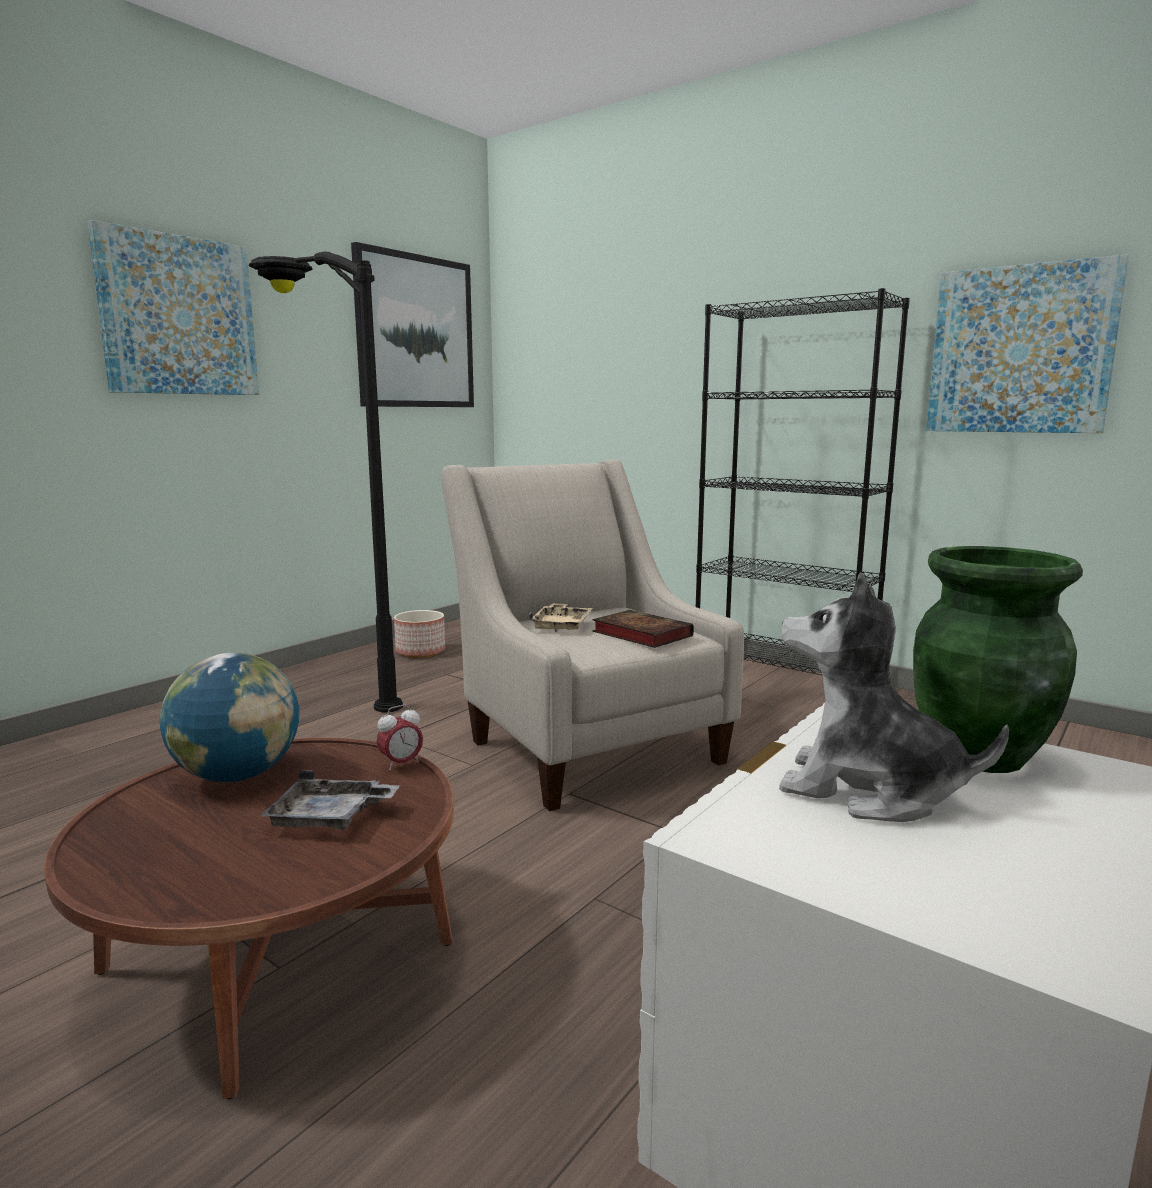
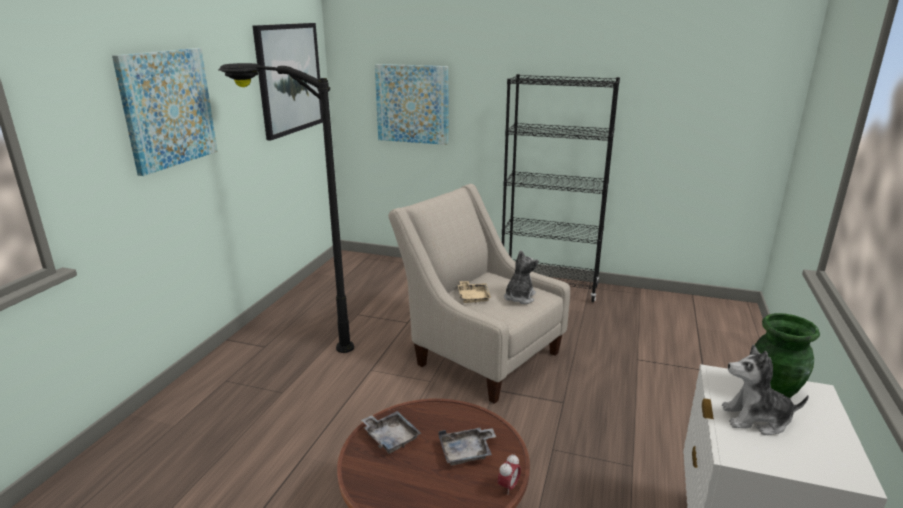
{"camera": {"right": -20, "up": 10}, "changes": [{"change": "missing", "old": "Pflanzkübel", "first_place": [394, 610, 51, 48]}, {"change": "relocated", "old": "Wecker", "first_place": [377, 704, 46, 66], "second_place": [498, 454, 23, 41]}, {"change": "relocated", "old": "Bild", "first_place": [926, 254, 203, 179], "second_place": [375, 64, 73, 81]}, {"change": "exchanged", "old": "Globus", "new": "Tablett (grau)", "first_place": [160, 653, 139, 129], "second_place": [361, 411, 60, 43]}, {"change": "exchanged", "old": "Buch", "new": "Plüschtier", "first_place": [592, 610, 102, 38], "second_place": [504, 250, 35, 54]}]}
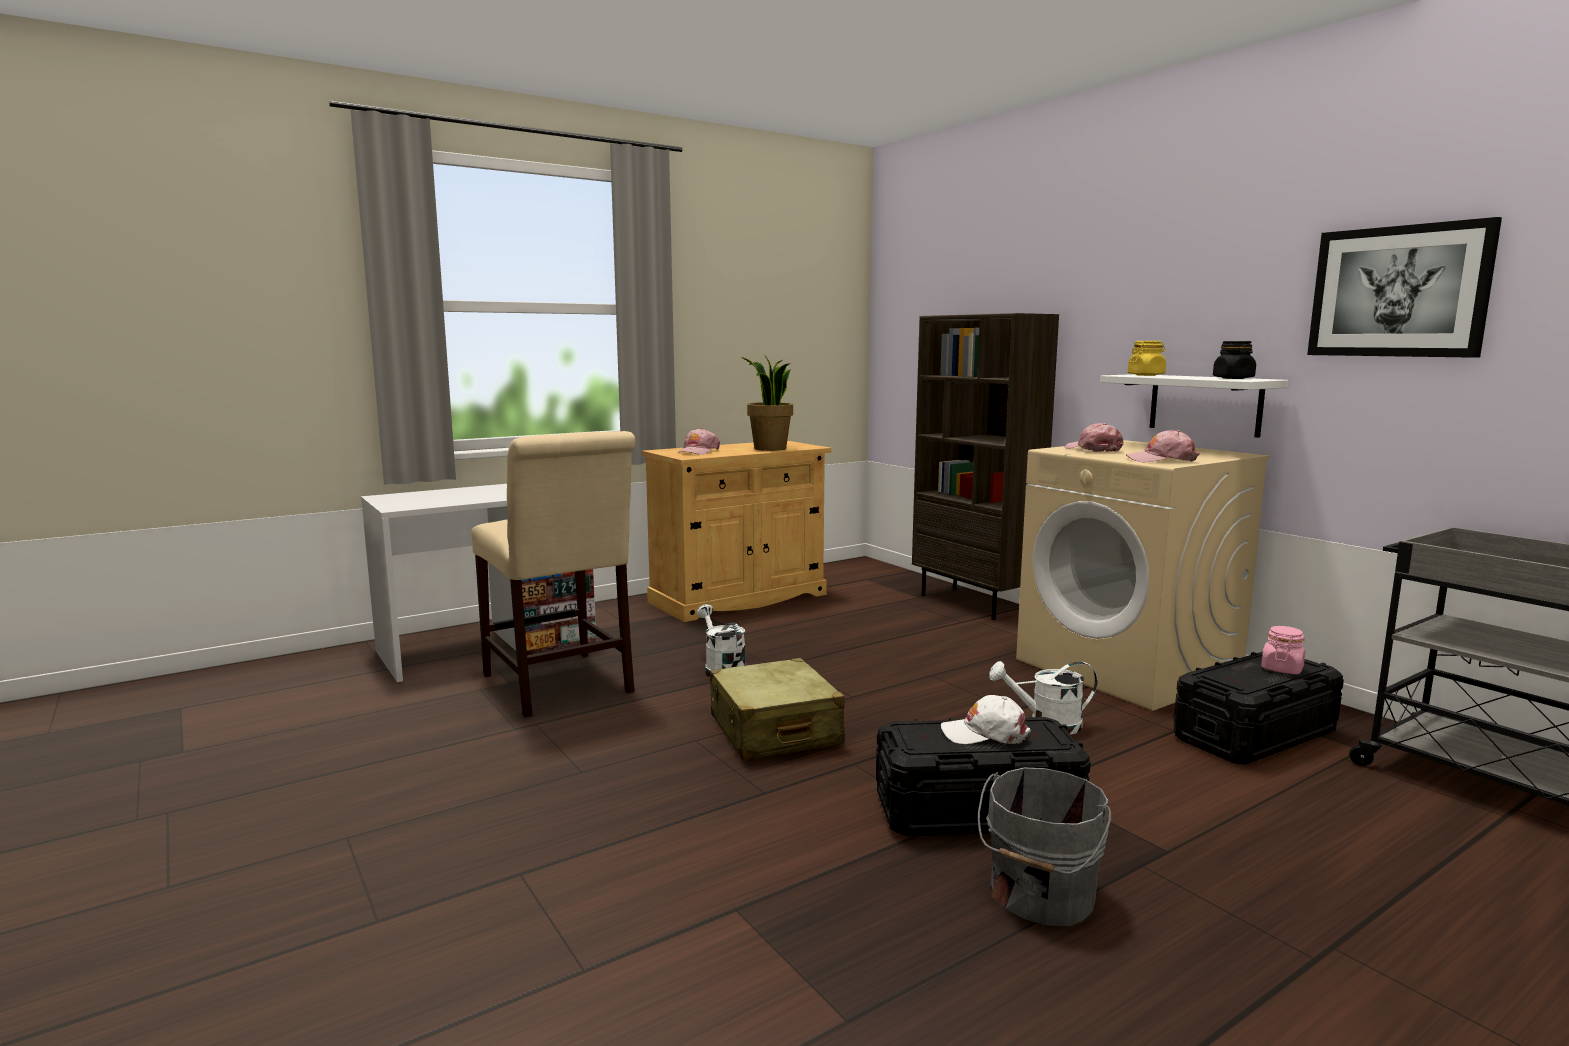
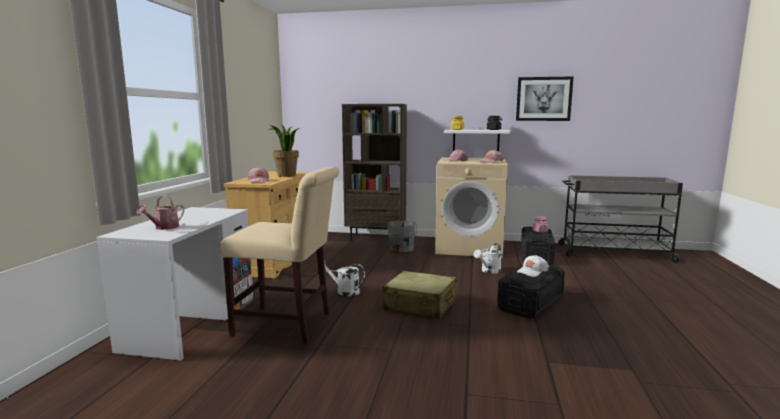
{"camera": {"right": -45, "up": 0}, "changes": [{"change": "appeared", "new": "Gießkanne", "second_place": [137, 195, 47, 35]}, {"change": "relocated", "old": "Eimer (grau)", "first_place": [978, 768, 133, 158], "second_place": [387, 221, 30, 31]}]}
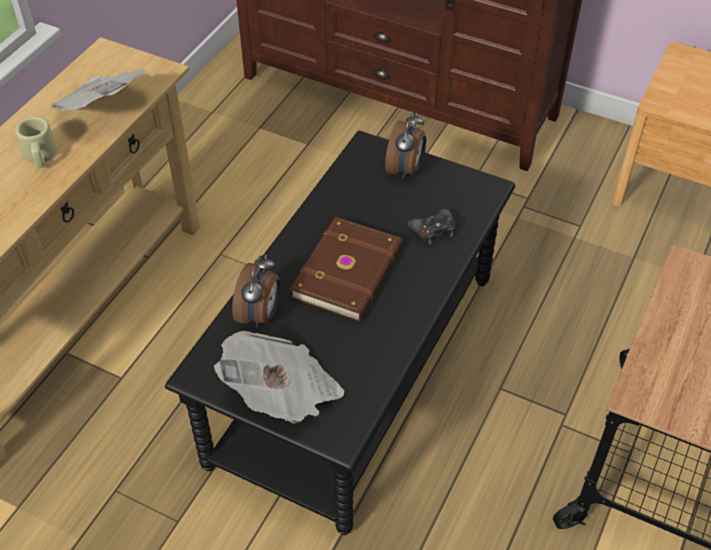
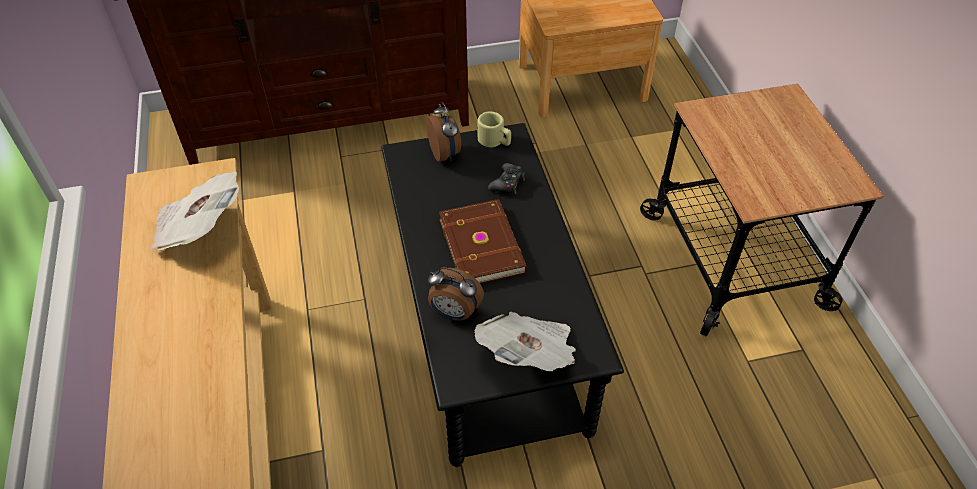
{"camera": {"right": -40, "up": 0}, "changes": [{"change": "relocated", "old": "Henkelbecher (beige)", "first_place": [15, 117, 41, 51], "second_place": [477, 111, 34, 36]}, {"change": "spun", "old": "Wecker", "first_place": [232, 254, 49, 74], "second_place": [427, 267, 57, 54], "degrees": 135}]}
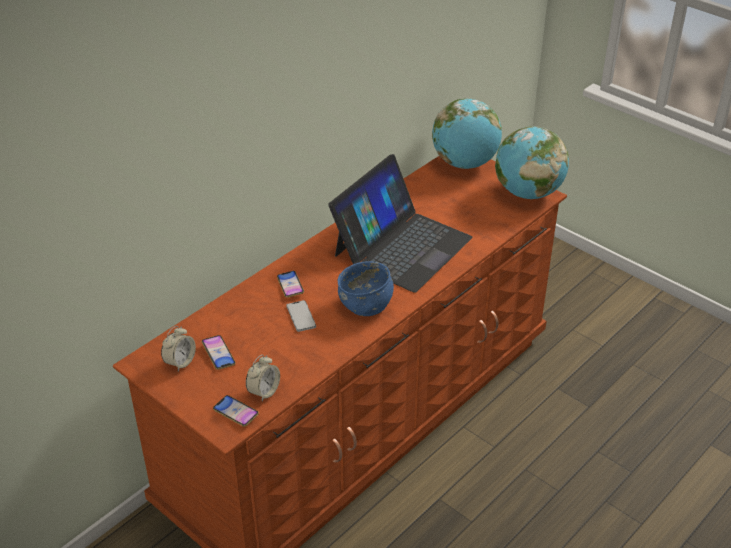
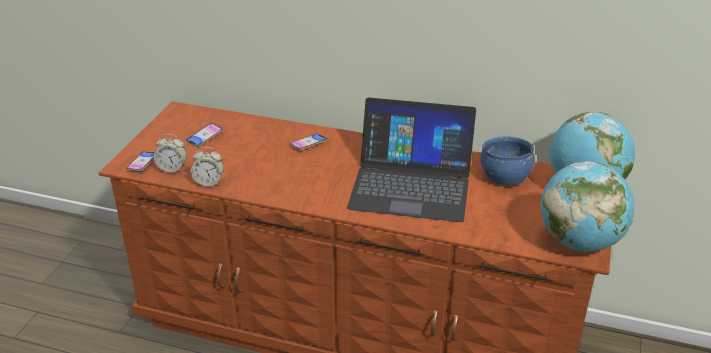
{"camera": {"right": 65, "up": -5}, "changes": [{"change": "missing", "old": "Handy", "first_place": [287, 300, 29, 32]}, {"change": "relocated", "old": "Wecker", "first_place": [161, 326, 35, 45], "second_place": [191, 147, 33, 40]}, {"change": "relocated", "old": "Schüssel (blau)", "first_place": [338, 261, 56, 55], "second_place": [480, 136, 55, 49]}]}
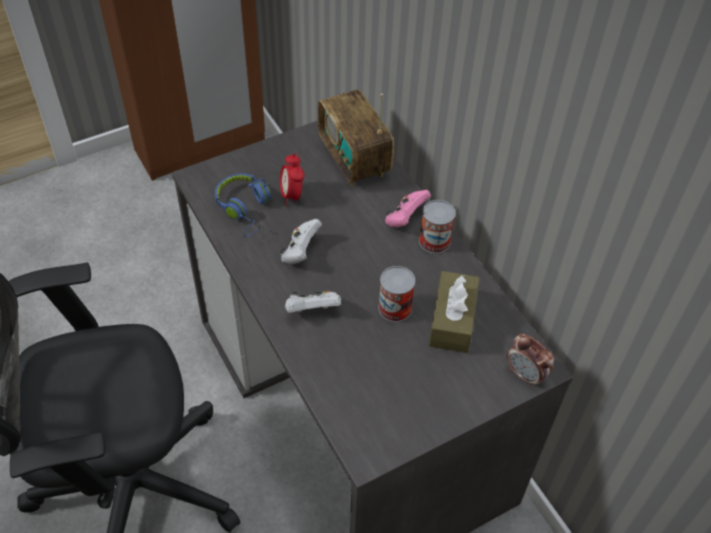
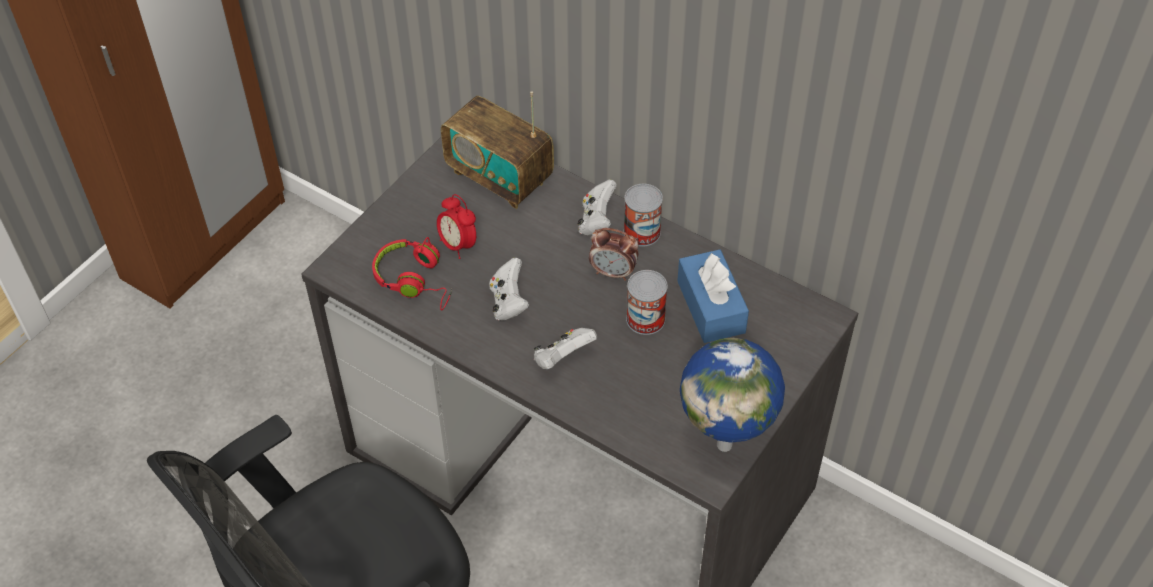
{"camera": {"right": -25, "up": 0}, "changes": [{"change": "appeared", "new": "Globus", "second_place": [680, 338, 105, 114]}, {"change": "relocated", "old": "Wecker", "first_place": [507, 334, 47, 53], "second_place": [589, 228, 49, 53]}, {"change": "colour", "old": "Kopfhörer (blau)", "new": "Kopfhörer (rot)", "first_place": [215, 173, 56, 64], "second_place": [372, 237, 80, 73]}, {"change": "colour", "old": "Gamepad (rosa)", "new": "Gamepad (weiß)", "first_place": [385, 190, 46, 38], "second_place": [577, 180, 40, 55]}, {"change": "colour", "old": "Taschentuchbox (braun)", "new": "Taschentuchbox (blau)", "first_place": [429, 271, 51, 82], "second_place": [677, 249, 72, 94]}]}
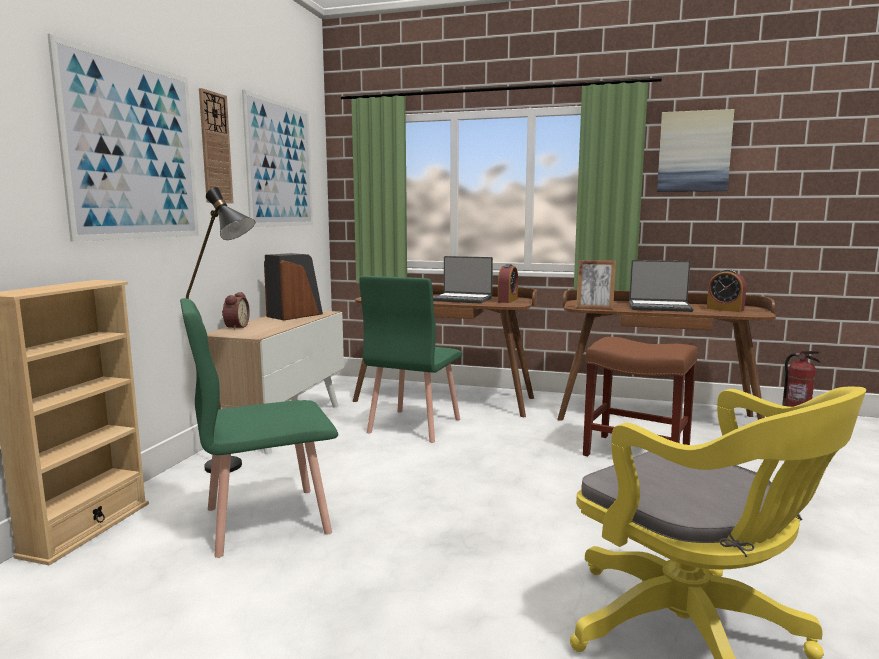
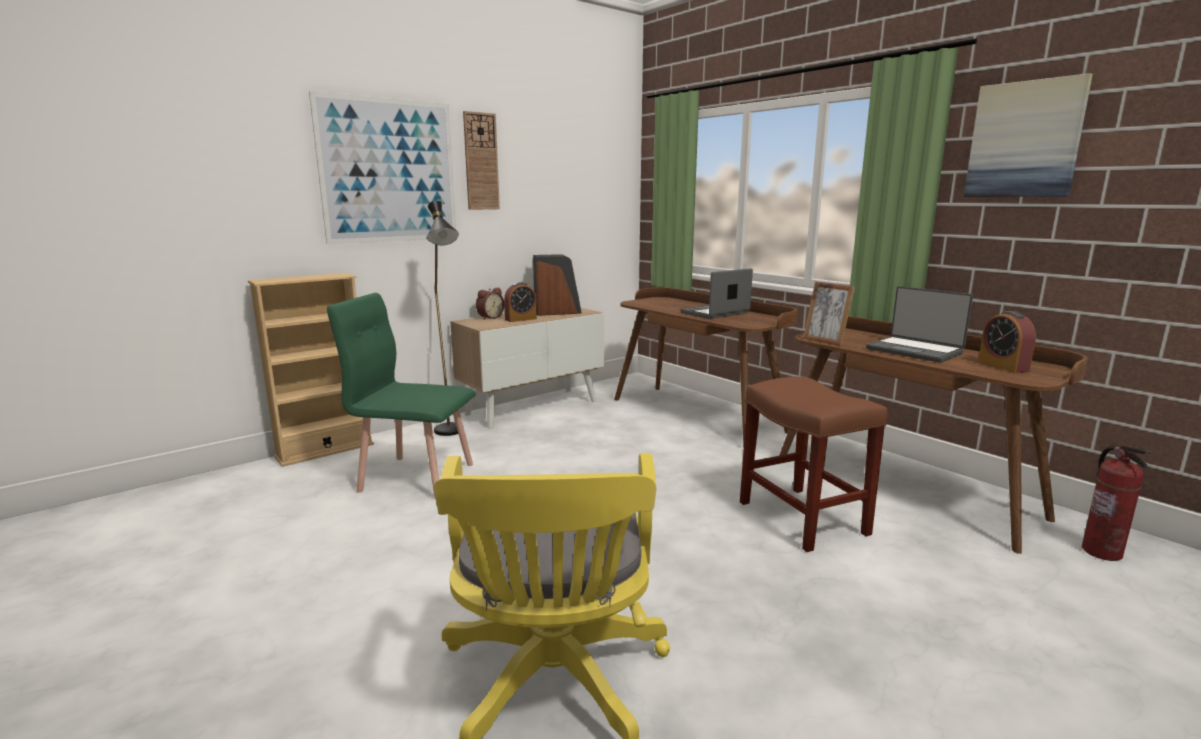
{"camera": {"right": 35, "up": 5}, "changes": [{"change": "missing", "old": "Bild", "first_place": [242, 89, 71, 138]}, {"change": "missing", "old": "Stuhl (grün)", "first_place": [359, 276, 103, 167]}, {"change": "relocated", "old": "Wecker", "first_place": [498, 264, 20, 39], "second_place": [504, 282, 33, 40]}, {"change": "spun", "old": "Laptop", "first_place": [433, 256, 60, 48], "second_place": [680, 268, 73, 51], "degrees": 90}]}
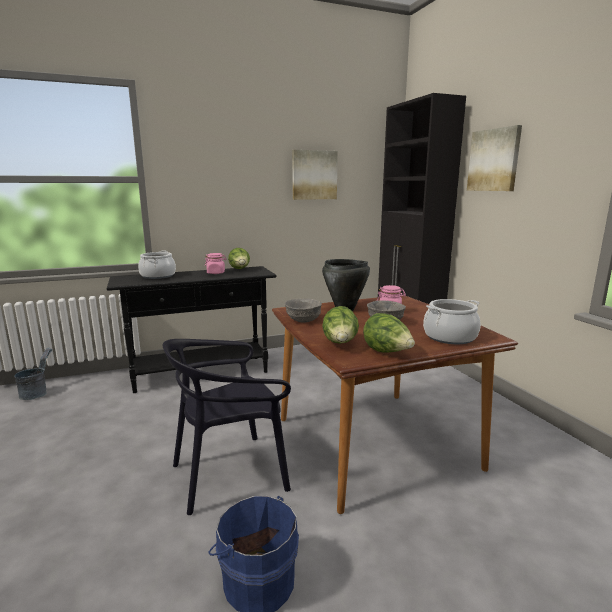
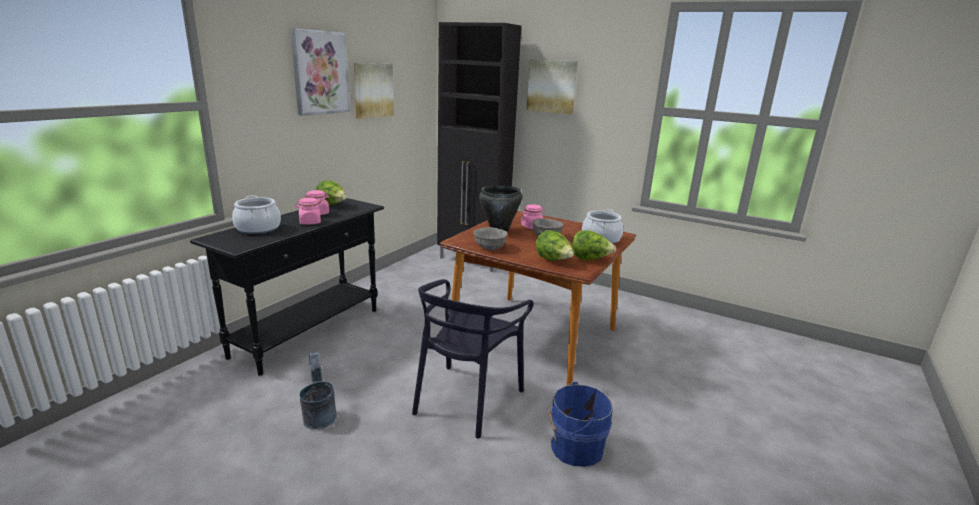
{"camera": {"right": -40, "up": 5}, "changes": [{"change": "appeared", "new": "Bild", "second_place": [290, 28, 60, 88]}, {"change": "appeared", "new": "Vorratsglas (rosa)", "second_place": [295, 198, 28, 27]}, {"change": "relocated", "old": "Eimer (grau)", "first_place": [14, 348, 39, 52], "second_place": [299, 352, 38, 77]}]}
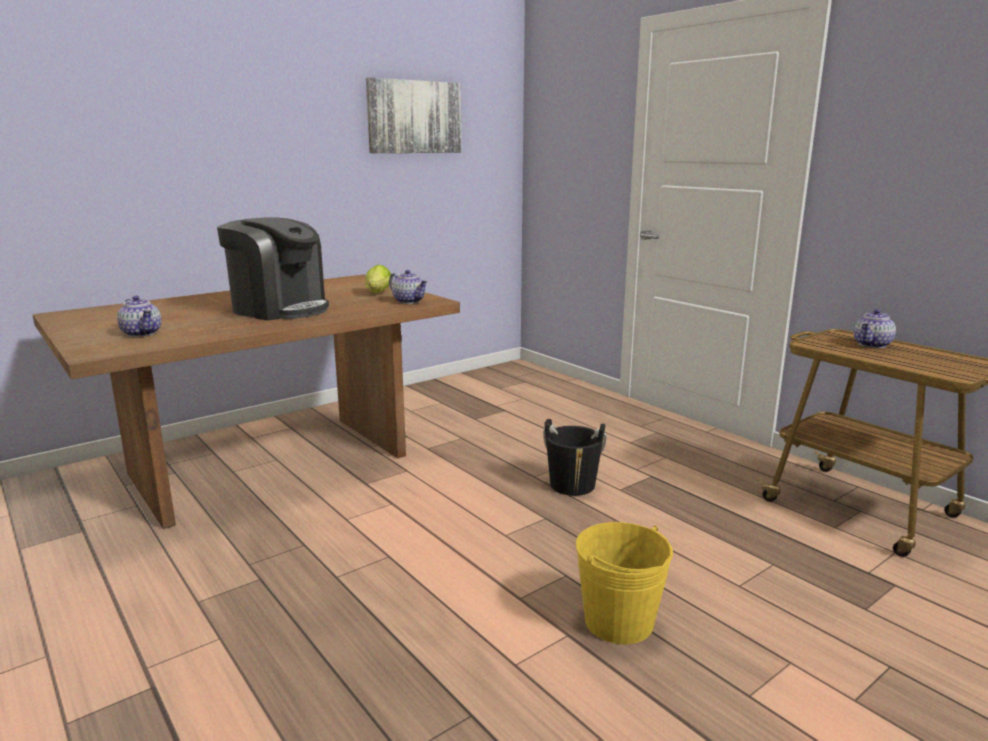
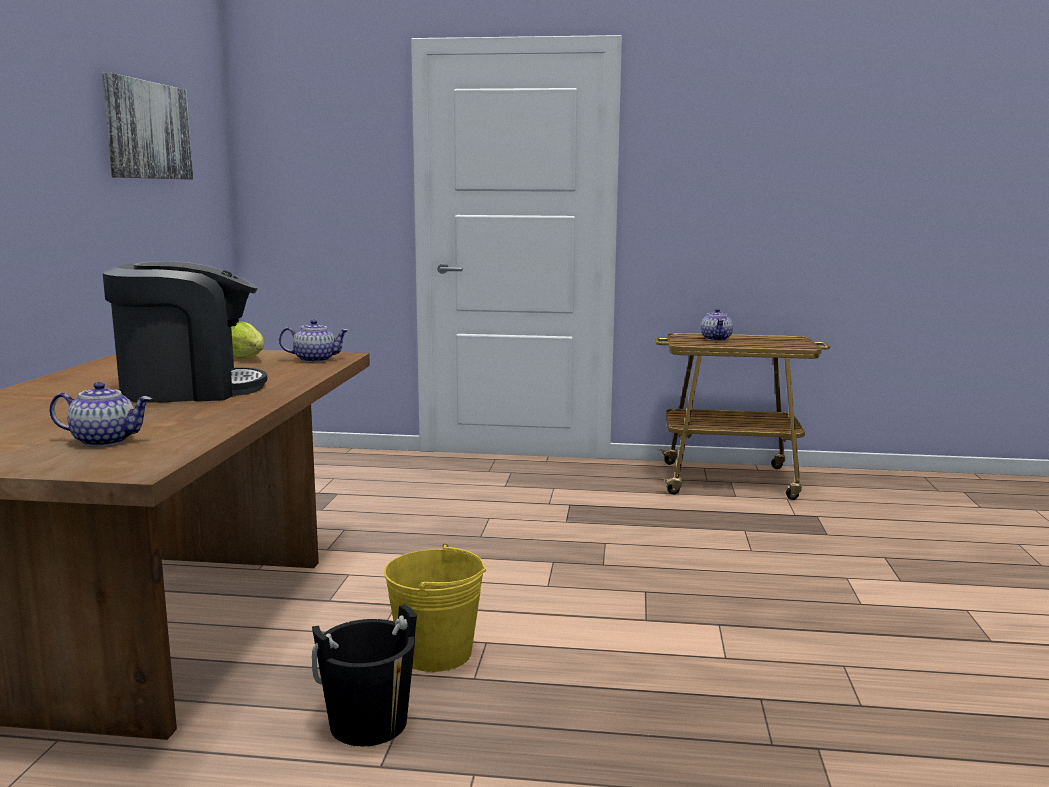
{"camera": {"right": -45, "up": -5}, "changes": [{"change": "relocated", "old": "Eimer (schwarz)", "first_place": [543, 419, 64, 77], "second_place": [312, 604, 105, 142]}, {"change": "relocated", "old": "Eimer (gelb)", "first_place": [575, 522, 98, 122], "second_place": [384, 544, 102, 128]}]}
